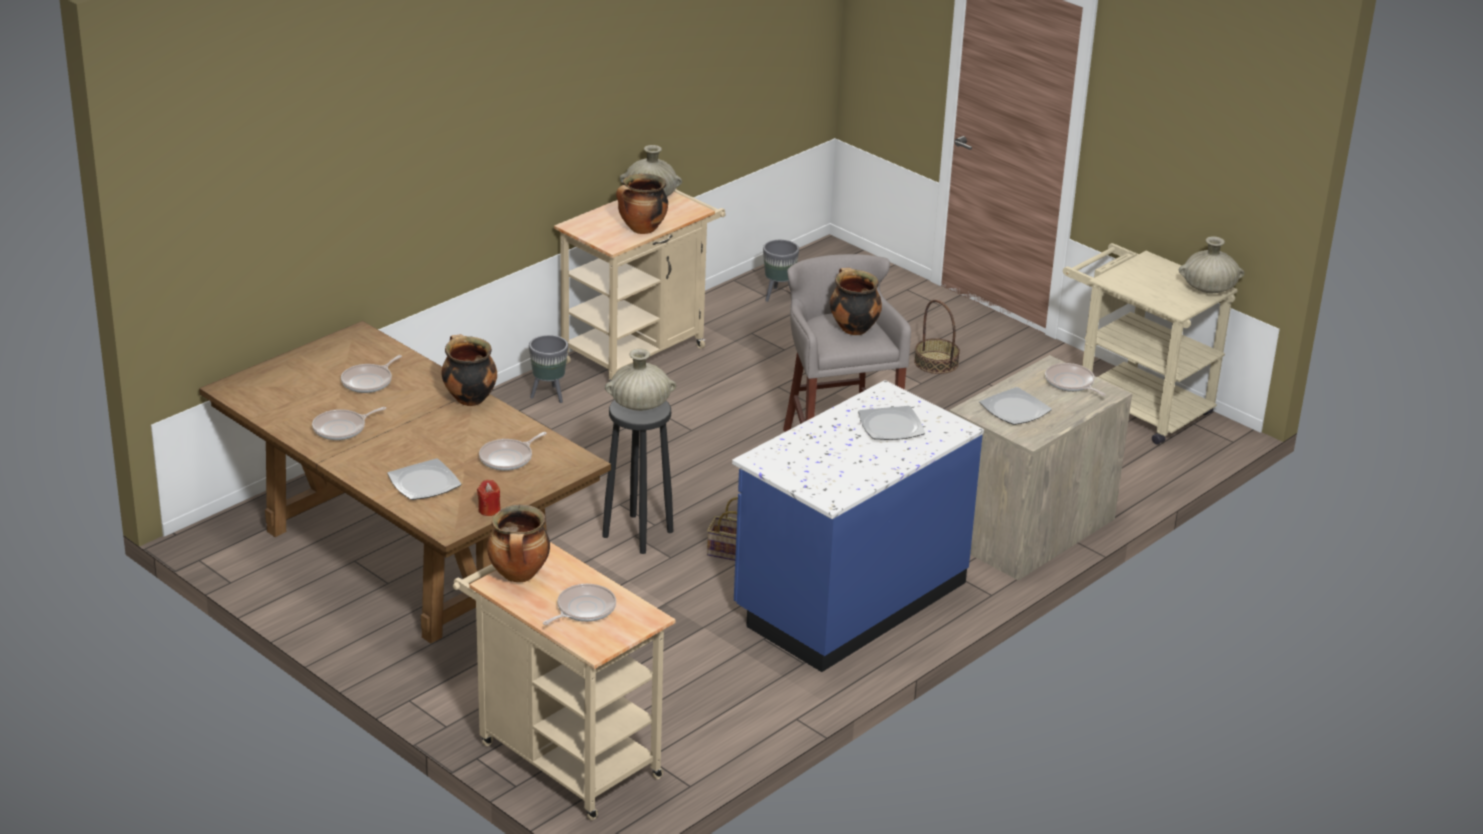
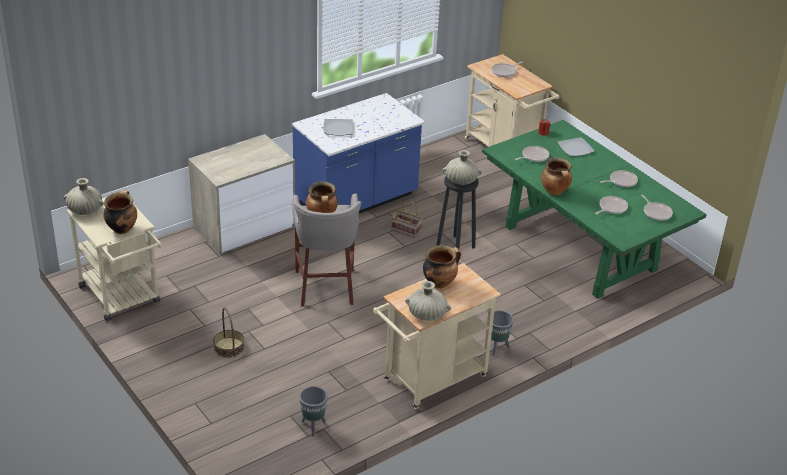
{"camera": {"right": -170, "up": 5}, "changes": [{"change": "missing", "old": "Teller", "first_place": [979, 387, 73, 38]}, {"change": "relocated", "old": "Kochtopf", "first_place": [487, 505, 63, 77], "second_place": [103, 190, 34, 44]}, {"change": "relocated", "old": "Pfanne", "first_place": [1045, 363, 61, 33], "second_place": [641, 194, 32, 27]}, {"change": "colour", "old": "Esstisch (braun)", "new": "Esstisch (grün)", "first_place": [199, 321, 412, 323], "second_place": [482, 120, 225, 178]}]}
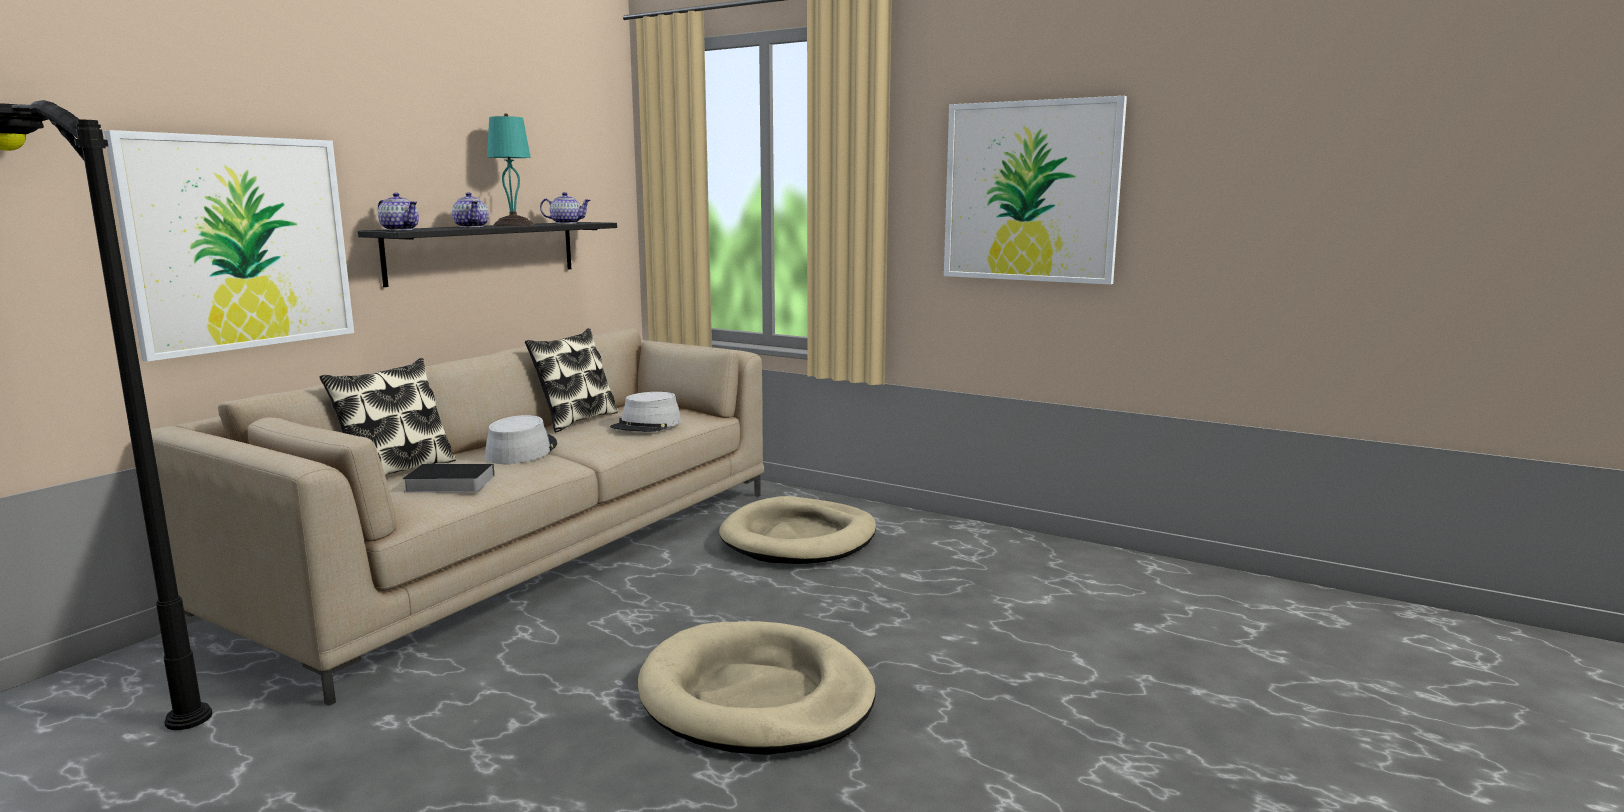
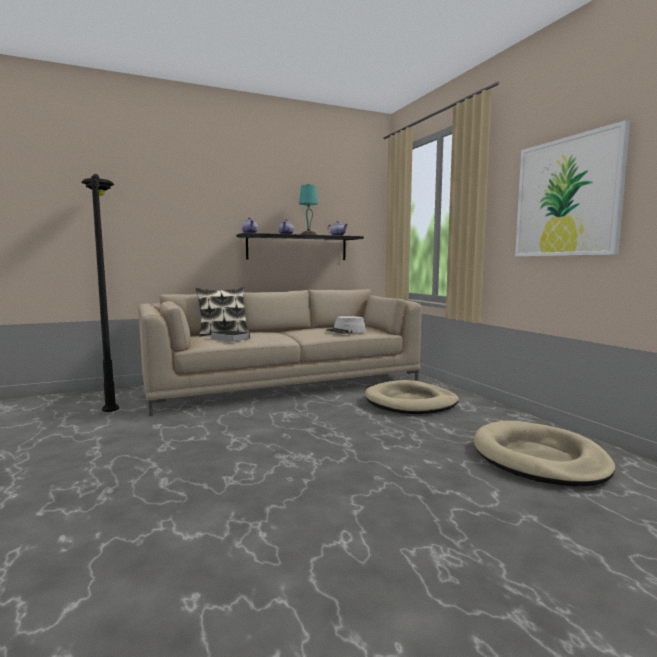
{"camera": {"right": 35, "up": -5}, "changes": [{"change": "missing", "old": "Bild", "first_place": [104, 130, 250, 232]}, {"change": "missing", "old": "Hut (grau)", "first_place": [485, 415, 72, 49]}, {"change": "missing", "old": "Kissen", "first_place": [525, 328, 93, 104]}, {"change": "relocated", "old": "Hundebett (beige)", "first_place": [638, 621, 238, 134], "second_place": [474, 421, 141, 65]}]}
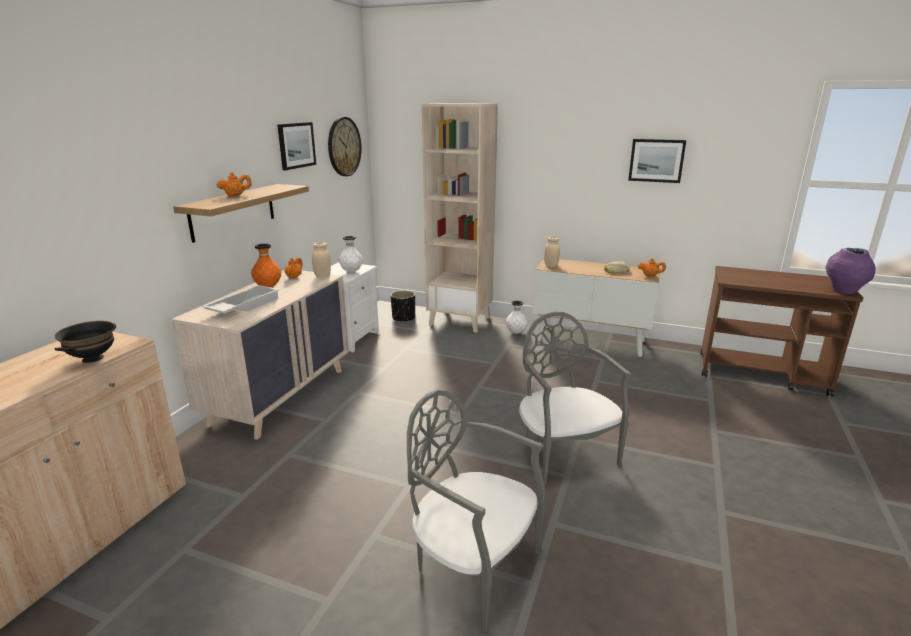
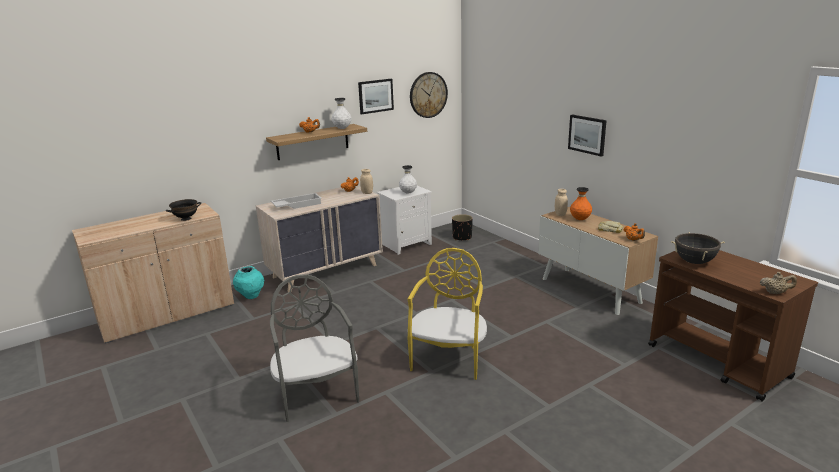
{"camera": {"right": 35, "up": 0}, "changes": [{"change": "missing", "old": "Bücherregal (beige)", "first_place": [422, 103, 76, 230]}, {"change": "appeared", "new": "Vase (türkis)", "second_place": [233, 266, 31, 33]}, {"change": "appeared", "new": "Kochtopf (schwarz)", "second_place": [671, 232, 54, 32]}, {"change": "relocated", "old": "Vase (orange)", "first_place": [251, 243, 30, 44], "second_place": [570, 187, 22, 33]}, {"change": "relocated", "old": "Vase (weiß)", "first_place": [506, 300, 21, 34], "second_place": [332, 98, 19, 31]}, {"change": "relocated", "old": "Bild", "first_place": [628, 139, 58, 44], "second_place": [568, 114, 39, 43]}, {"change": "exchanged", "old": "Vase (lila)", "new": "Teekanne (beige)", "first_place": [826, 248, 50, 46], "second_place": [760, 272, 37, 22]}, {"change": "colour", "old": "Stuhl (grau)", "new": "Stuhl (gelb)", "first_place": [519, 312, 112, 173], "second_place": [407, 248, 80, 132]}]}
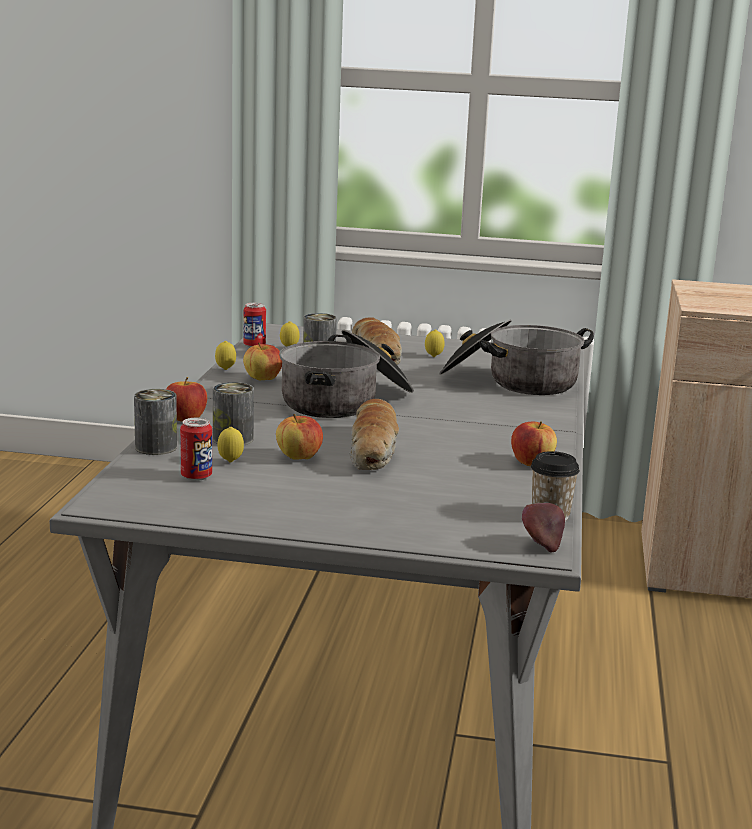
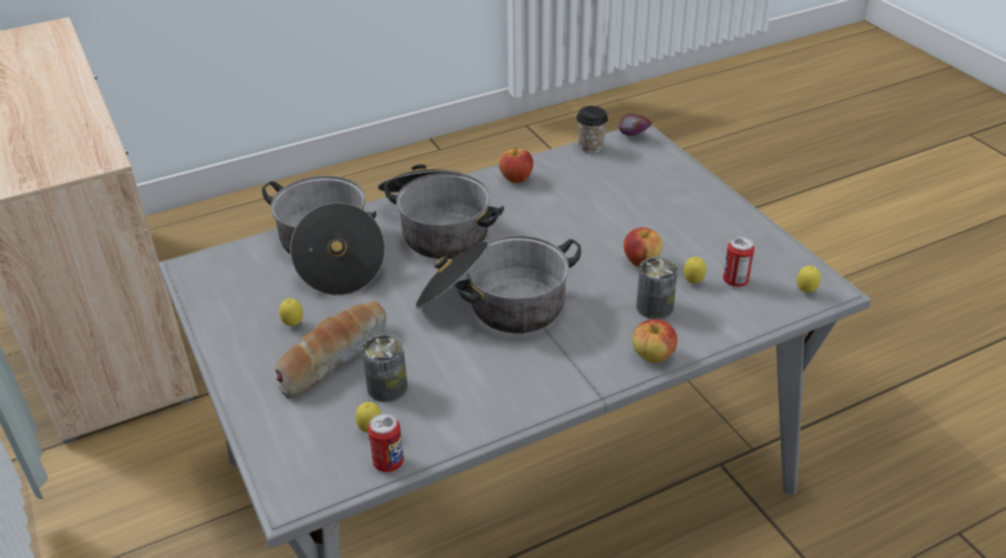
{"camera": {"right": -125, "up": 20}, "changes": [{"change": "missing", "old": "Dose", "first_place": [134, 389, 43, 66]}, {"change": "missing", "old": "Apfel", "first_place": [243, 342, 39, 38]}, {"change": "missing", "old": "Brot", "first_place": [349, 399, 50, 71]}, {"change": "appeared", "new": "Kochtopf", "second_place": [378, 164, 126, 95]}, {"change": "relocated", "old": "Zitrone", "first_place": [215, 341, 21, 29], "second_place": [797, 266, 24, 27]}]}
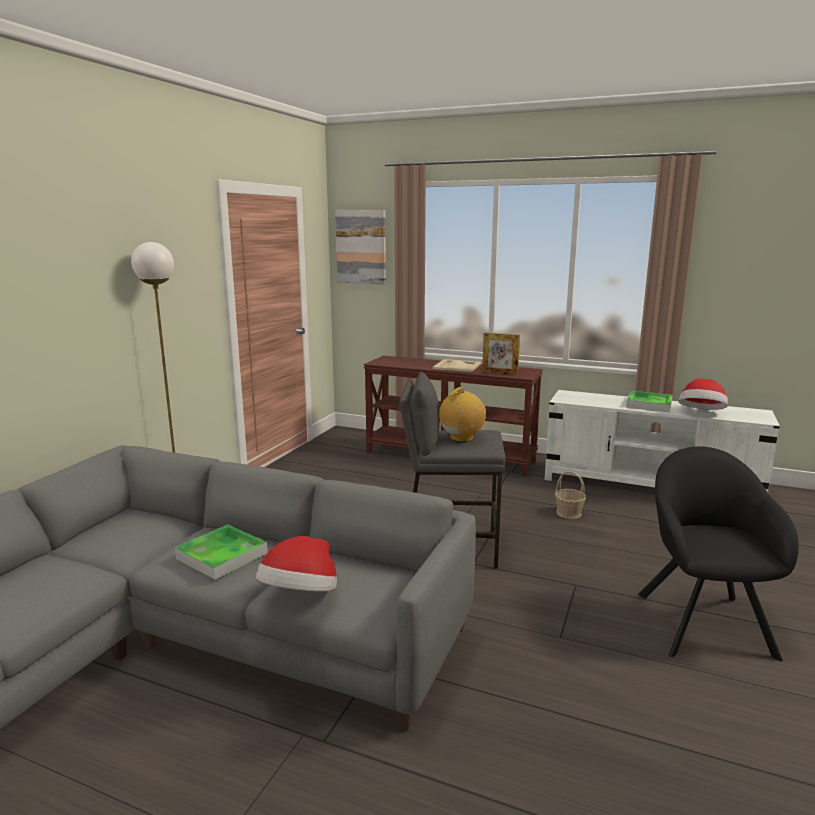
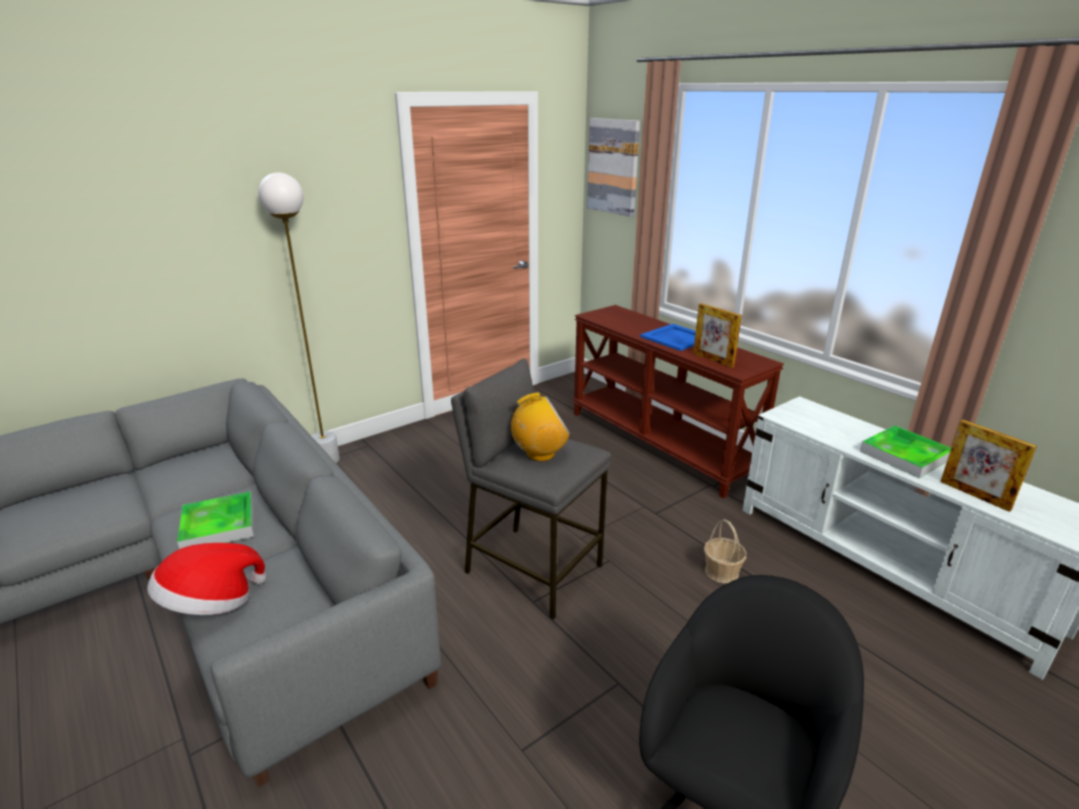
{"camera": {"right": 30, "up": 10}, "changes": [{"change": "exchanged", "old": "Hut", "new": "Bilderrahmen", "first_place": [678, 378, 50, 32], "second_place": [940, 420, 97, 92]}, {"change": "colour", "old": "Tablett (beige)", "new": "Tablett (blau)", "first_place": [433, 359, 48, 13], "second_place": [640, 324, 56, 27]}]}
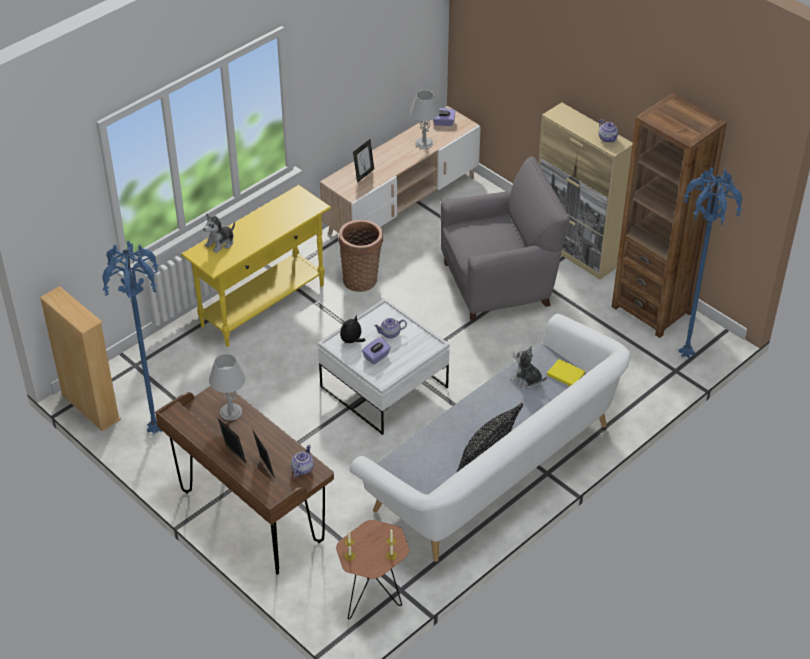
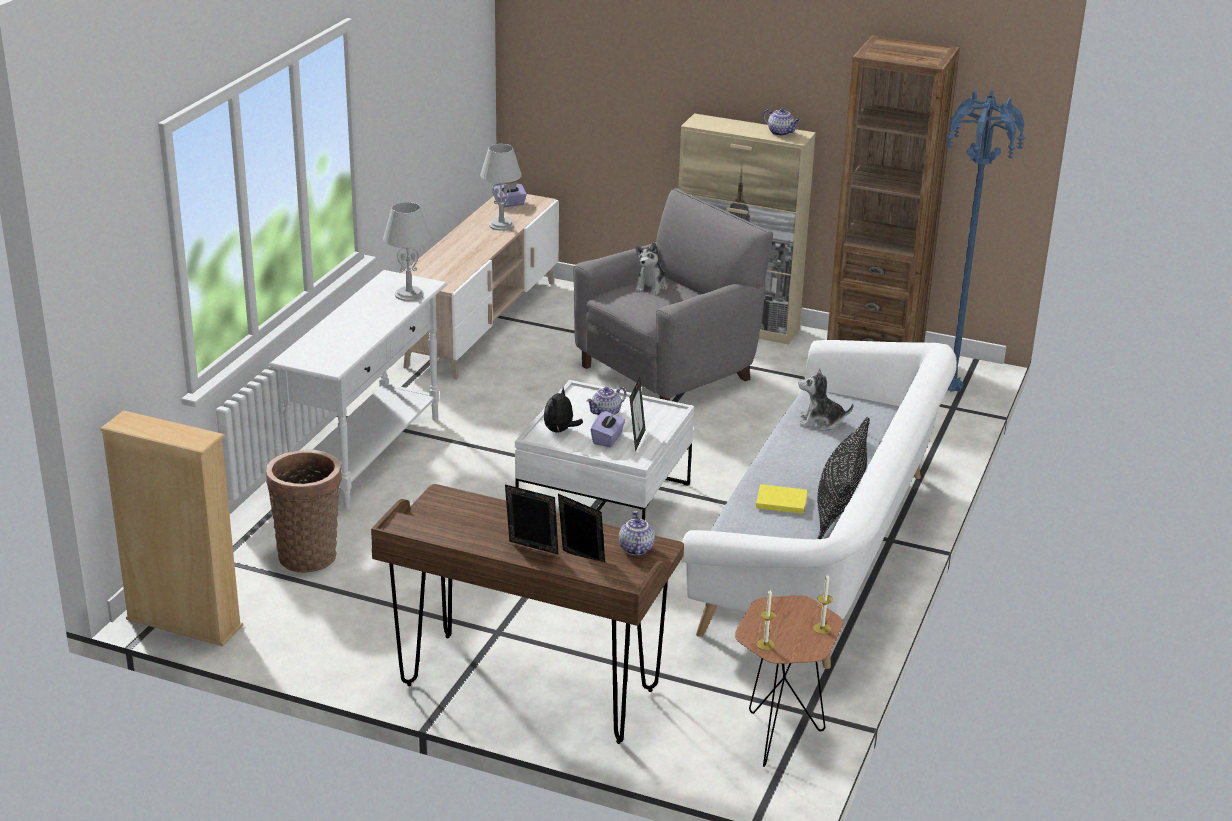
{"camera": {"right": -25, "up": -15}, "changes": [{"change": "missing", "old": "Stehlampe (blau)", "first_place": [102, 241, 60, 193]}, {"change": "relocated", "old": "Plüschtier", "first_place": [203, 213, 32, 40], "second_place": [635, 242, 33, 53]}, {"change": "relocated", "old": "Tischlampe (grau)", "first_place": [209, 354, 37, 67], "second_place": [383, 202, 48, 99]}, {"change": "relocated", "old": "Korb", "first_place": [338, 220, 45, 72], "second_place": [266, 450, 76, 123]}, {"change": "relocated", "old": "Bilderrahmen", "first_place": [353, 139, 21, 44], "second_place": [630, 377, 15, 75]}, {"change": "relocated", "old": "Buch (gelb)", "first_place": [547, 359, 39, 27], "second_place": [756, 484, 52, 30]}, {"change": "colour", "old": "Konsolentisch (gelb)", "new": "Konsolentisch (weiß)", "first_place": [181, 185, 150, 162], "second_place": [269, 270, 178, 240]}]}
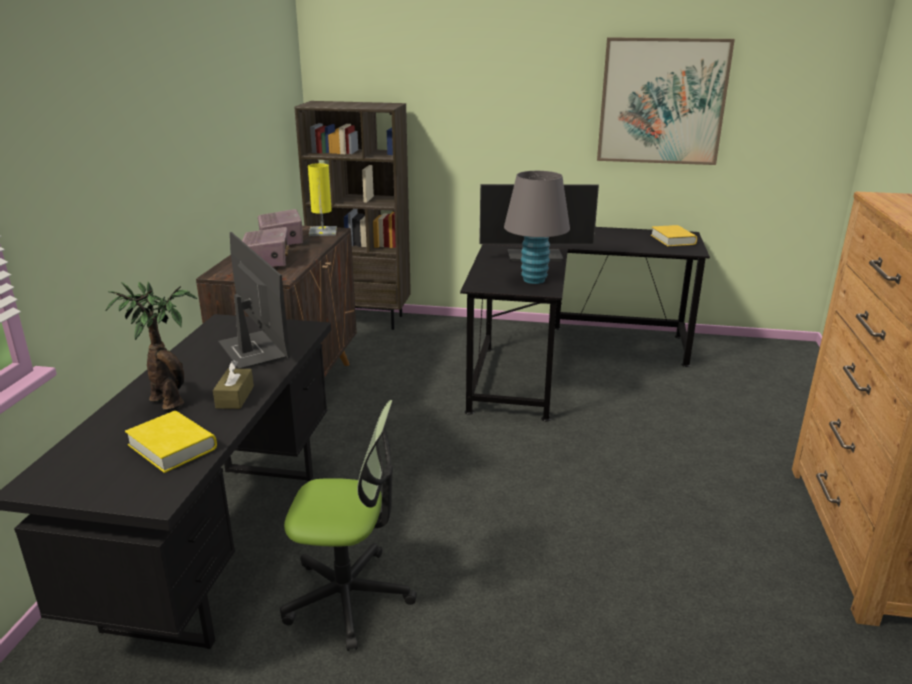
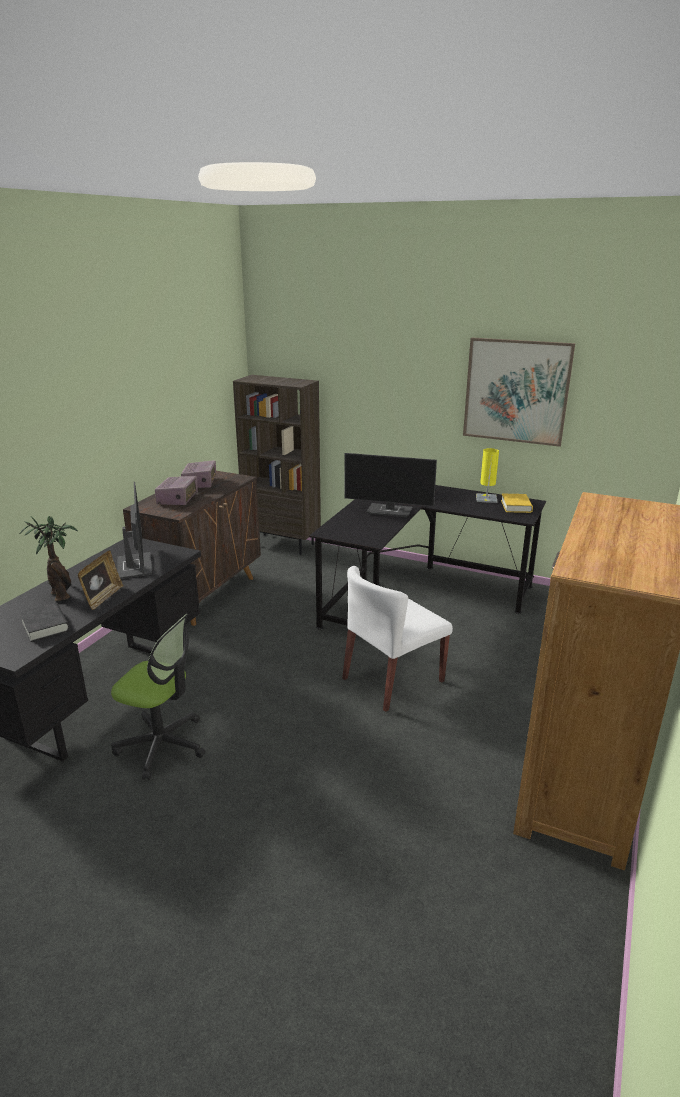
{"camera": {"right": 15, "up": 0}, "changes": [{"change": "missing", "old": "Tischlampe (grau)", "first_place": [504, 171, 66, 113]}, {"change": "appeared", "new": "Stuhl (weiß)", "second_place": [342, 566, 111, 146]}, {"change": "relocated", "old": "Tischlampe (gelb)", "first_place": [308, 163, 29, 73], "second_place": [476, 448, 23, 55]}, {"change": "exchanged", "old": "Taschentuchbox (braun)", "new": "Bilderrahmen", "first_place": [213, 360, 41, 49], "second_place": [78, 550, 46, 60]}, {"change": "colour", "old": "Buch (gelb)", "new": "Buch (schwarz)", "first_place": [125, 411, 92, 62], "second_place": [19, 603, 51, 39]}]}
